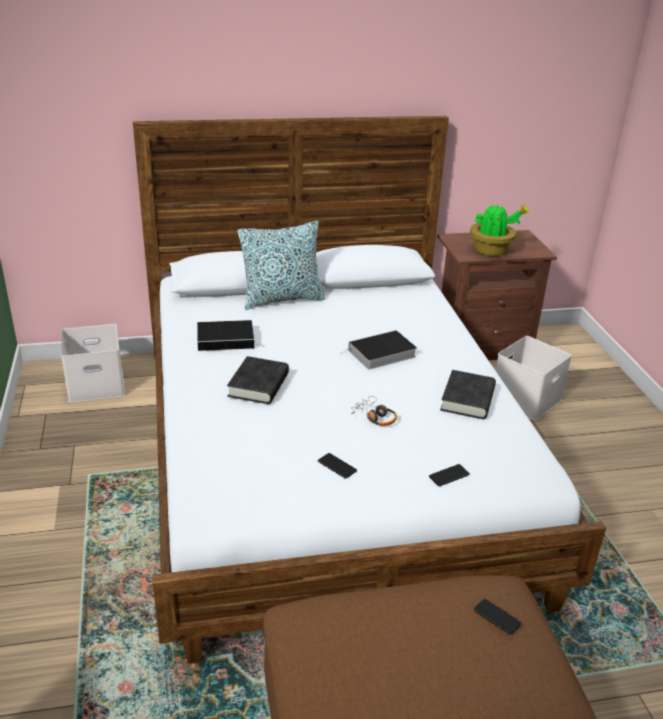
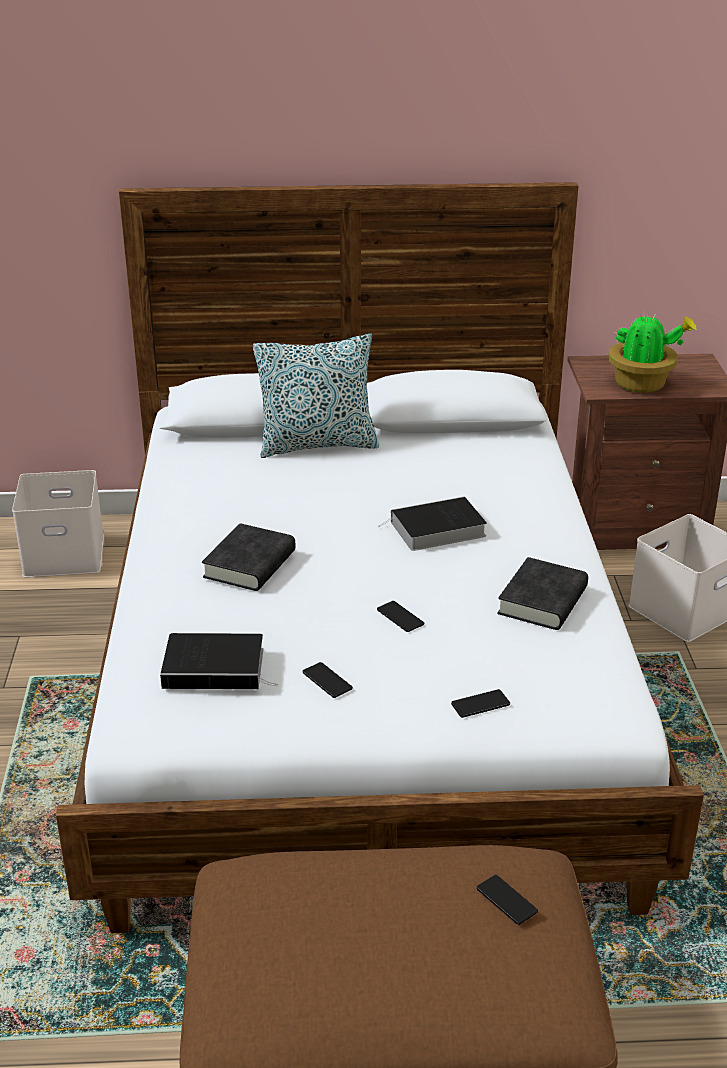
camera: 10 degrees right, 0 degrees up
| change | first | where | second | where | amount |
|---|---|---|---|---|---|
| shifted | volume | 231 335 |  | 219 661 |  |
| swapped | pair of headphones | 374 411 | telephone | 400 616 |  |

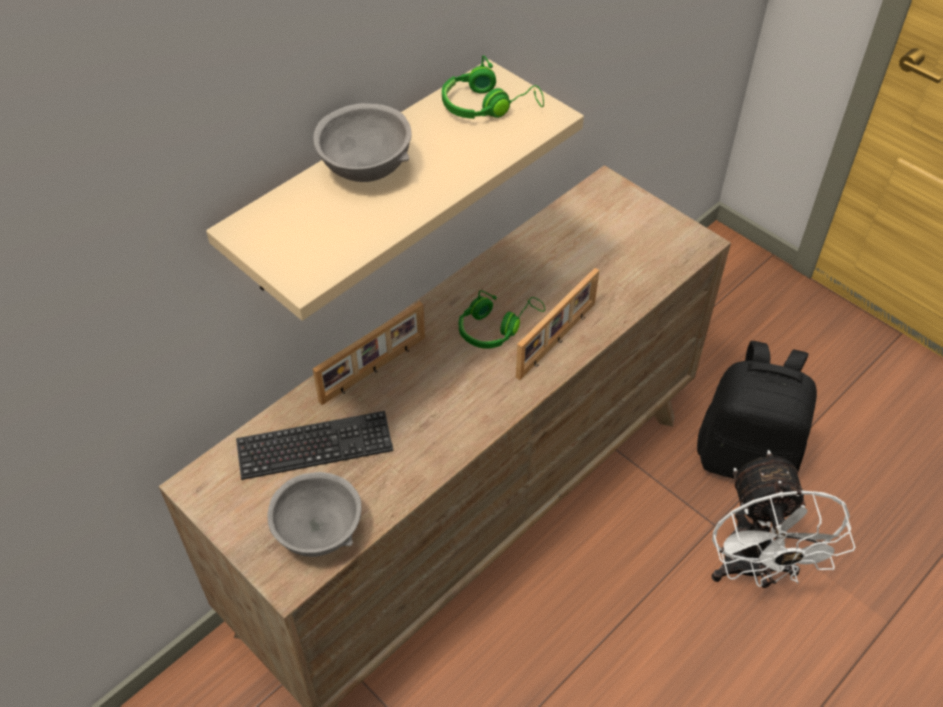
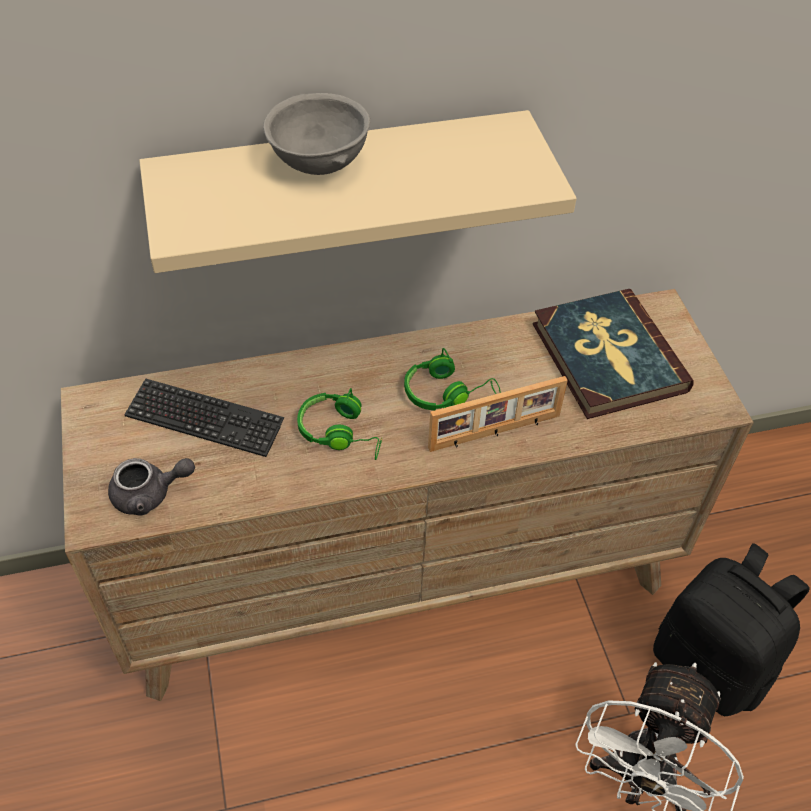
camera: 30 degrees right, 0 degrees up
| change | first | where | second | where | amount |
|---|---|---|---|---|---|
| swapped | greyish bowl | 314 514 | greyish tea pot | 151 487 |  |
| shifted | greenish pair of headphones | 493 87 |  | 339 424 |  |
| new |  |  | volume | 613 354 |  |
| gone | photo frame | 369 353 |  |  |  |

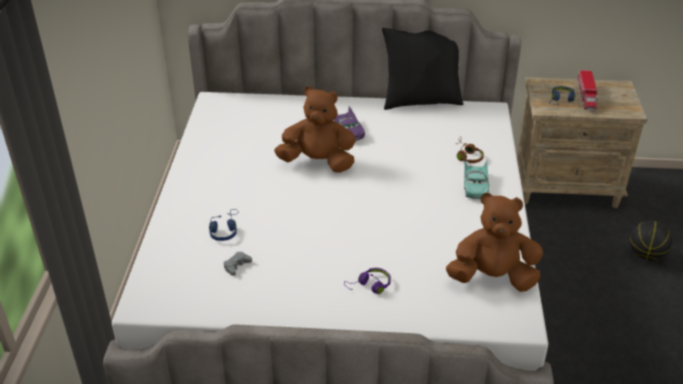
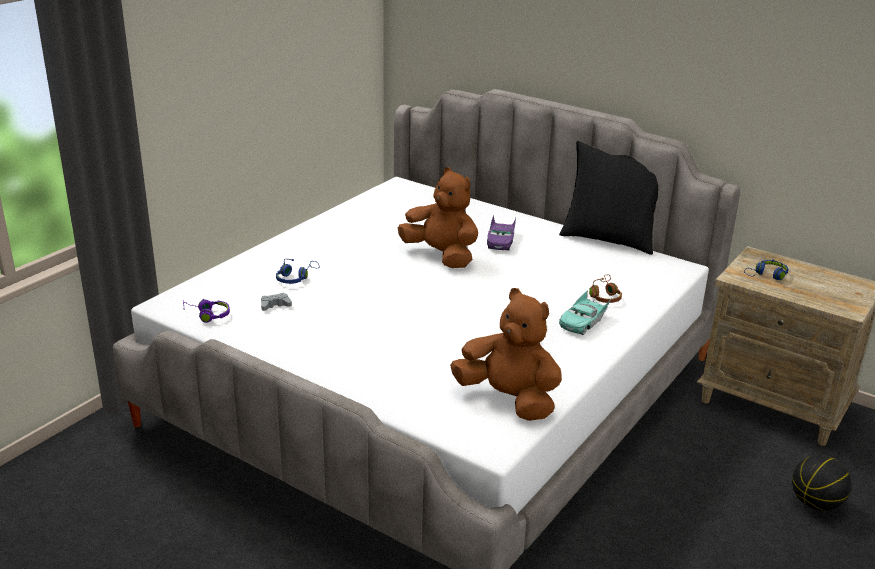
camera: 30 degrees right, 10 degrees down
| change | first | where | second | where | amount |
|---|---|---|---|---|---|
| shifted | purplish pair of headphones | 367 281 |  | 206 311 |  |
| gone | model truck | 587 90 |  |  |  |

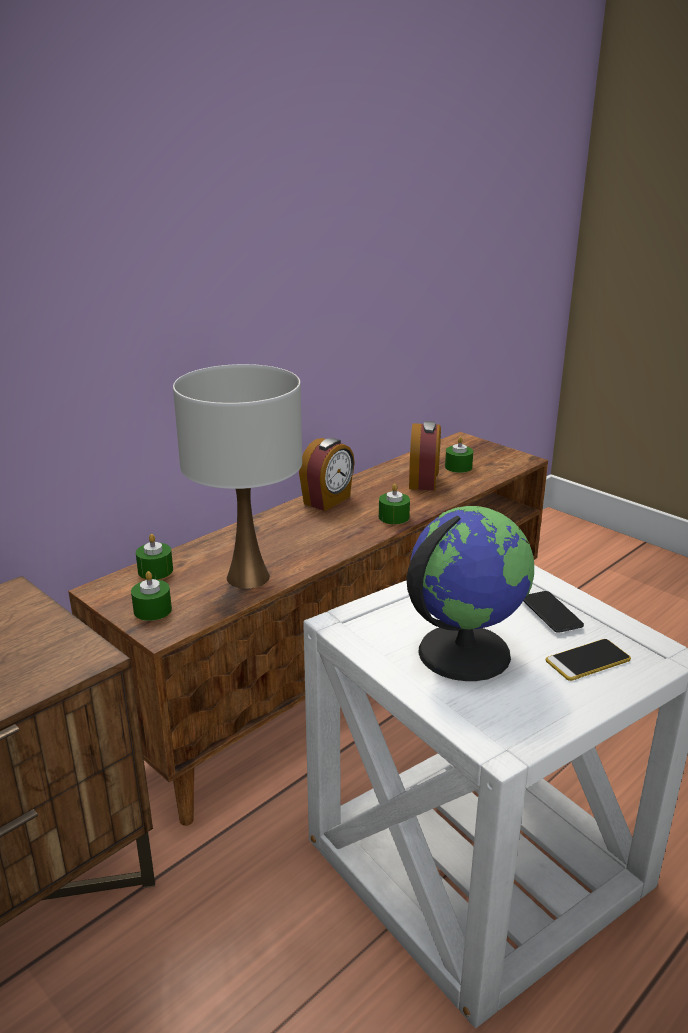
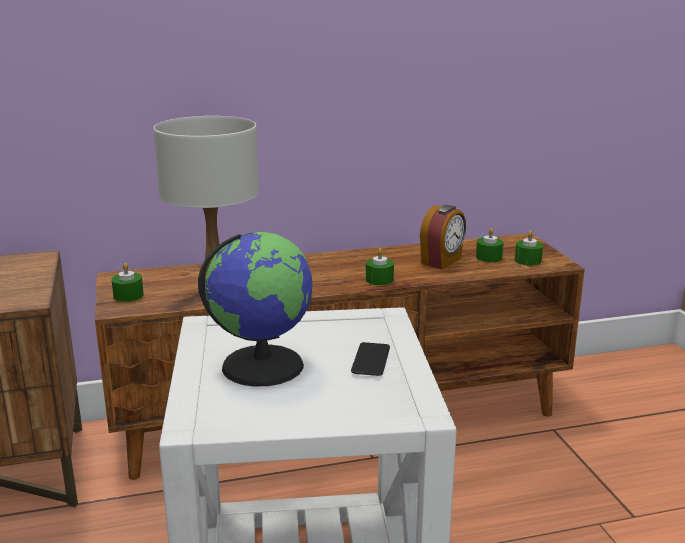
camera: 30 degrees right, 5 degrees down
| change | first | where | second | where | amount |
|---|---|---|---|---|---|
| shifted | greenish wax light | 154 557 |  | 529 248 |  |
| gone | bedside clock | 327 474 |  |  |  |
| gone | telephone | 588 660 |  |  |  |

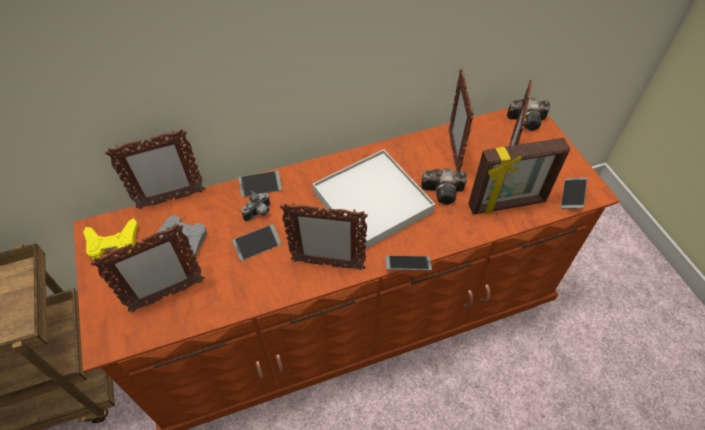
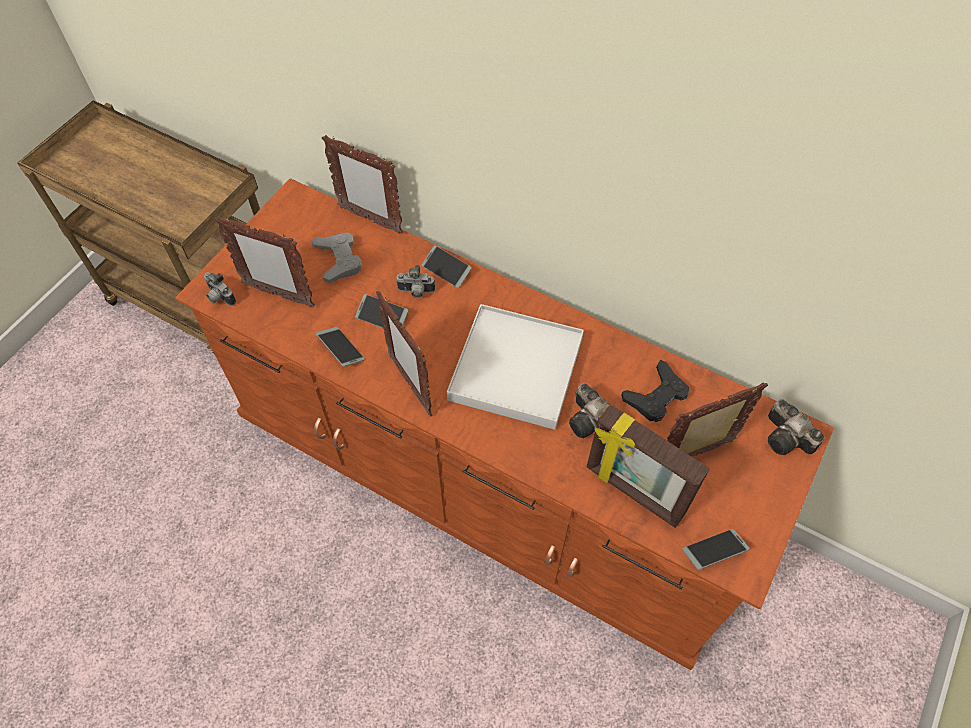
camera: 50 degrees right, 5 degrees up
| change | first | where | second | where | amount |
|---|---|---|---|---|---|
| new |  |  | still camera | 220 289 |  |
| shifted | telephone | 408 263 |  | 340 347 |  |
| swapped | photo frame | 461 120 | blackish game controller | 655 391 |  |
| gone | yellow game controller | 110 239 |  |  |  |

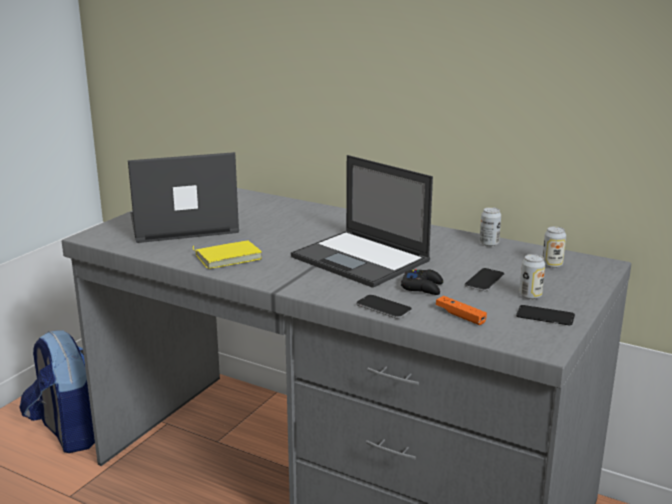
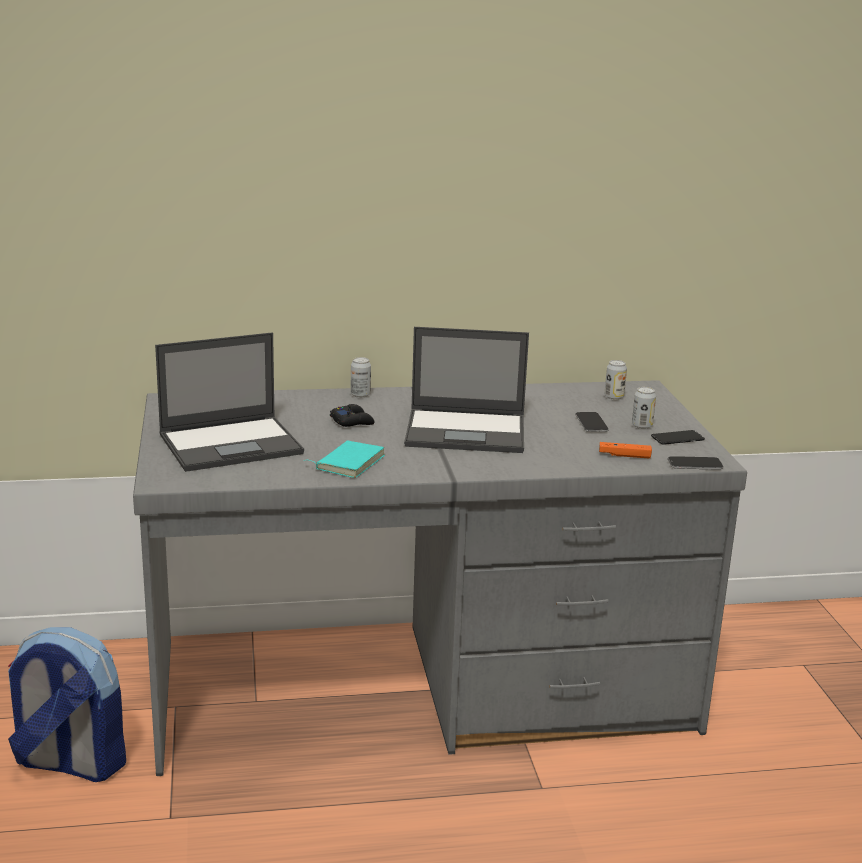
camera: 40 degrees left, 0 degrees up
| change | first | where | second | where | amount |
|---|---|---|---|---|---|
| rotated | portable computer | 183 197 |  | 229 402 | 150 degrees counterclockwise |
| repainted | yellow volume | 227 255 | turquoise volume | 347 459 |  |
| shifted | blackish game controller | 422 282 |  | 352 415 |  |
| shifted | sealed can | 490 227 |  | 361 377 |  |
| shifted | telephone | 384 306 |  | 695 463 |  |

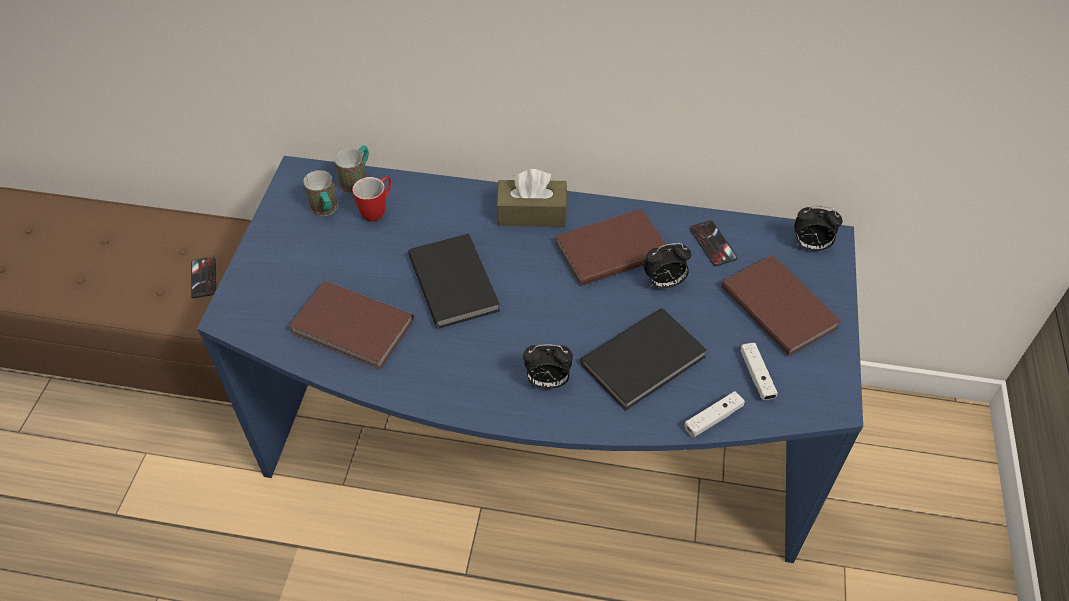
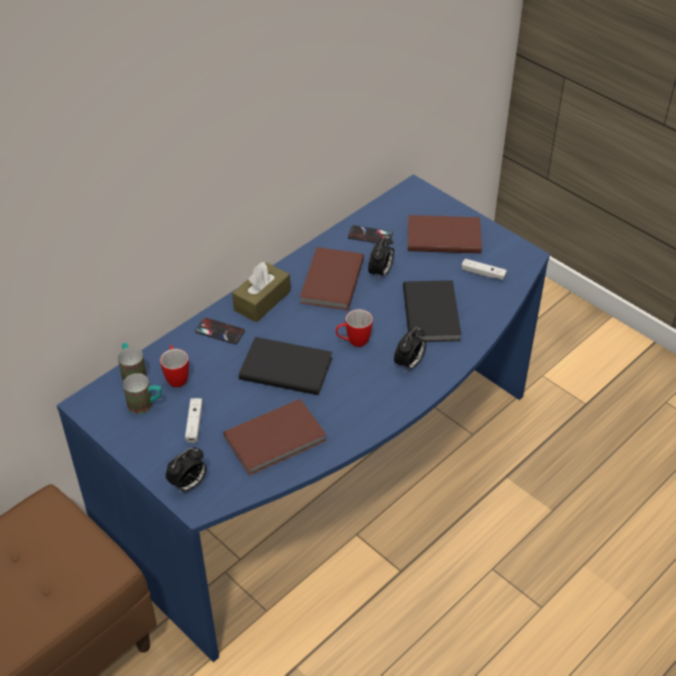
camera: 55 degrees left, 5 degrees down
| change | first | where | second | where | amount |
|---|---|---|---|---|---|
| shifted | bedside clock | 818 228 |  | 186 470 |  |
| shifted | whitish game controller | 714 414 |  | 194 420 |  |
| shifted | telephone | 203 277 |  | 220 331 |  |
| new |  |  | coffee mug | 354 328 |  |

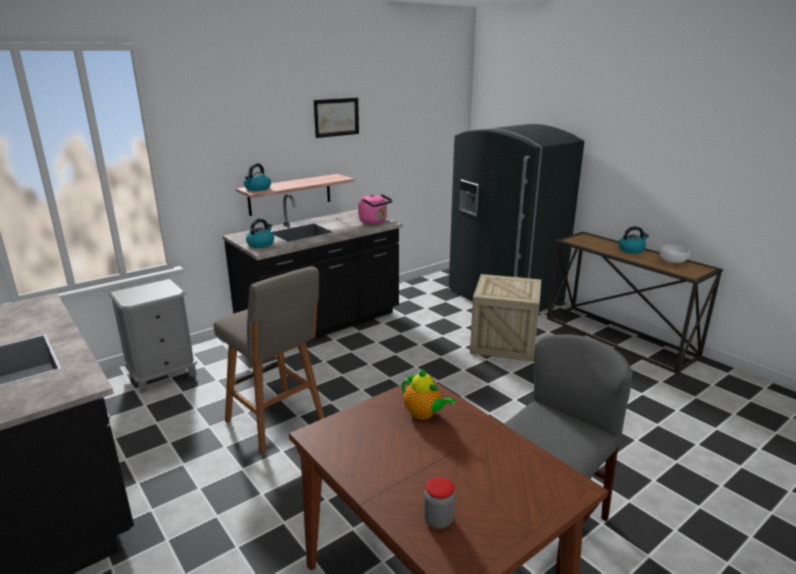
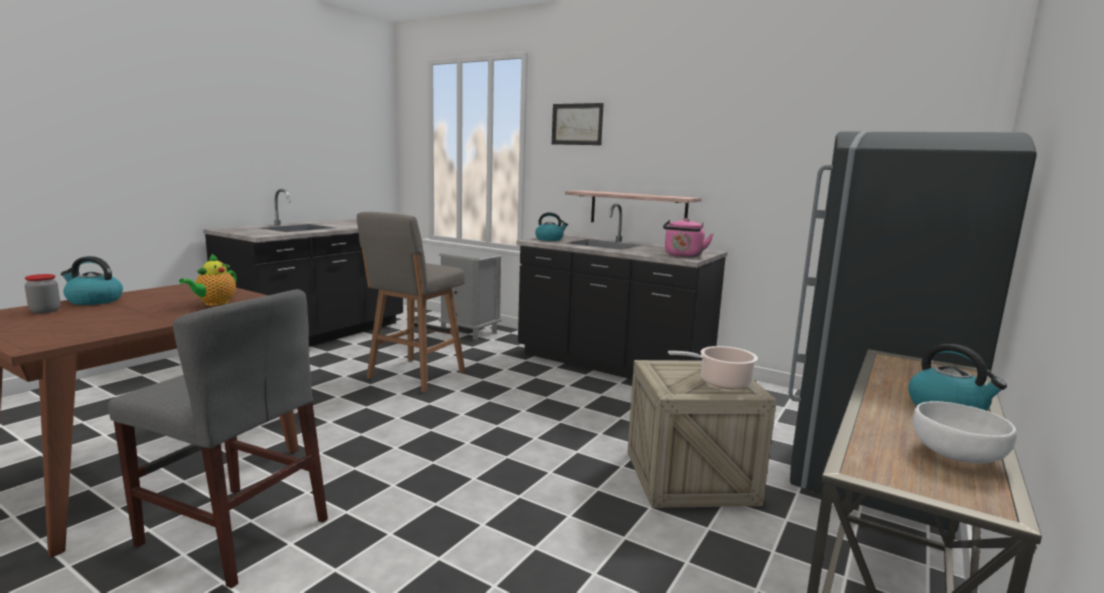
camera: 70 degrees right, 10 degrees down
| change | first | where | second | where | amount |
|---|---|---|---|---|---|
| shifted | water kettle | 257 177 |  | 92 280 |  |
| shifted | wall art | 336 118 |  | 578 124 |  |
| new |  |  | saucepot | 713 367 |  |

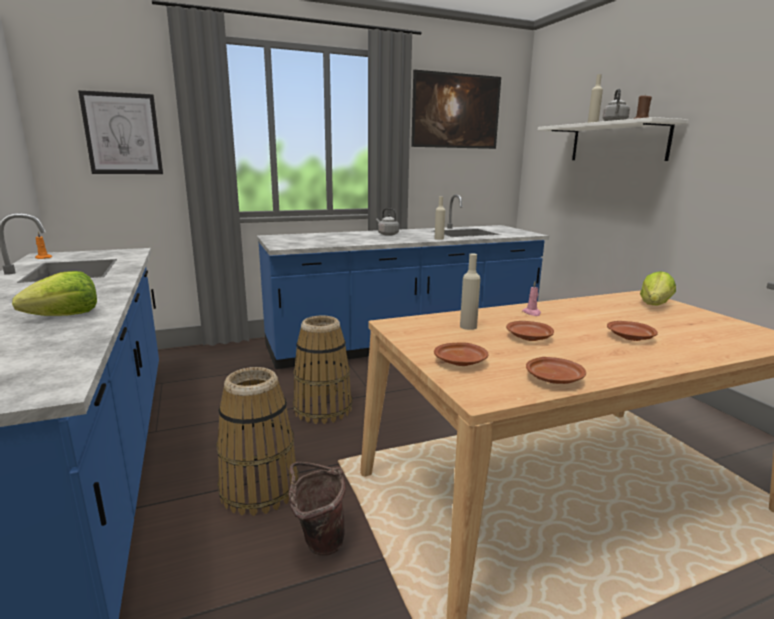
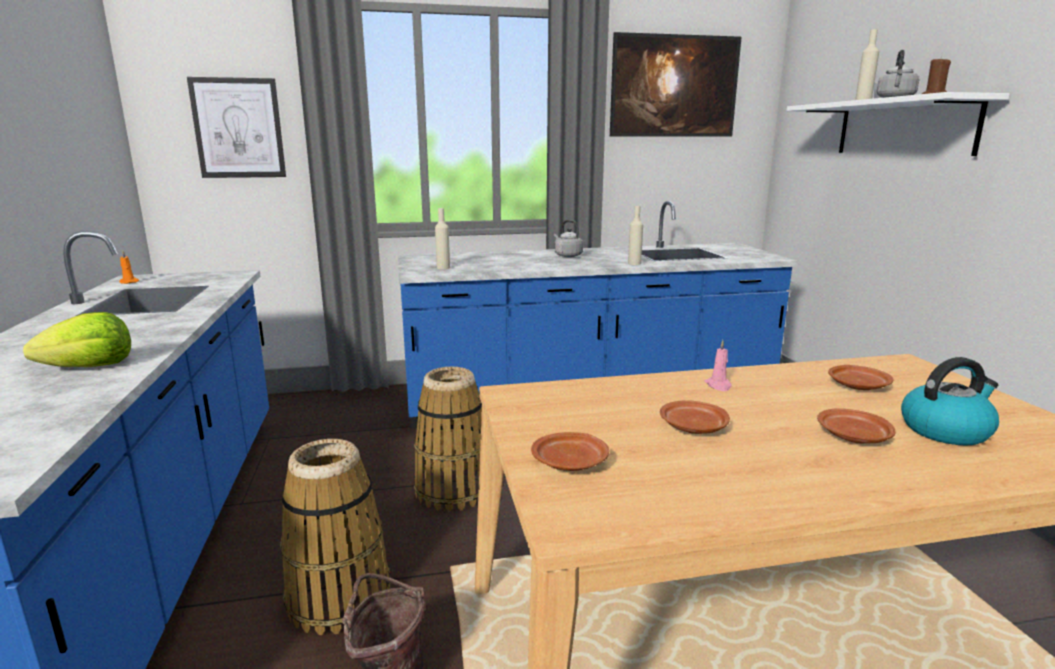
camera: 10 degrees right, 0 degrees up
| change | first | where | second | where | amount |
|---|---|---|---|---|---|
| shifted | beige beverage bottle | 470 292 |  | 442 238 |  |
| shifted | brownish dinner plate | 556 370 |  | 860 377 |  |
| new |  |  | water kettle | 950 401 |  |
| gone | head of lettuce | 658 288 |  |  |  |

